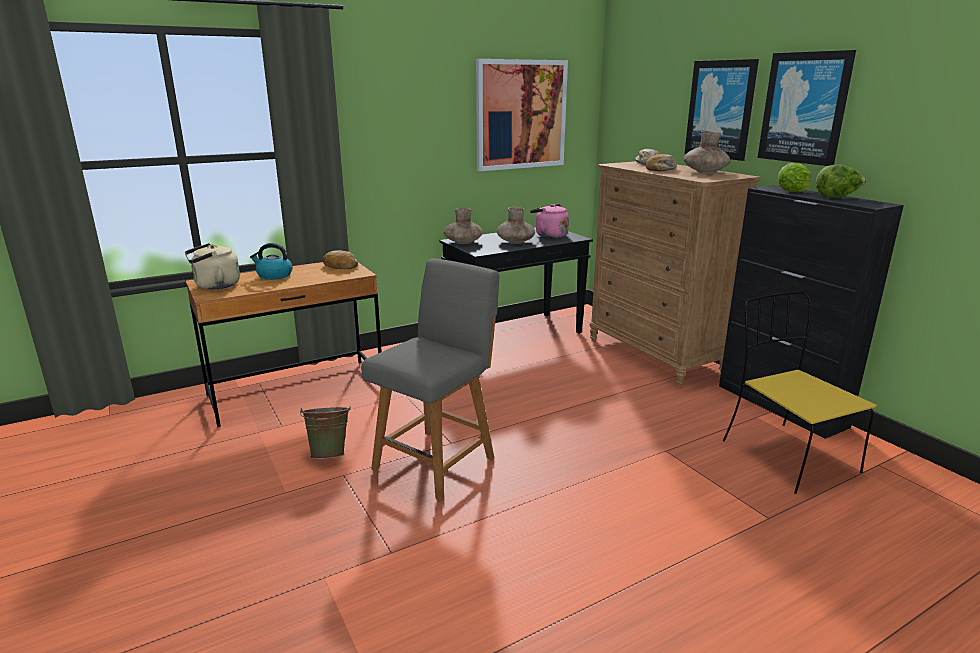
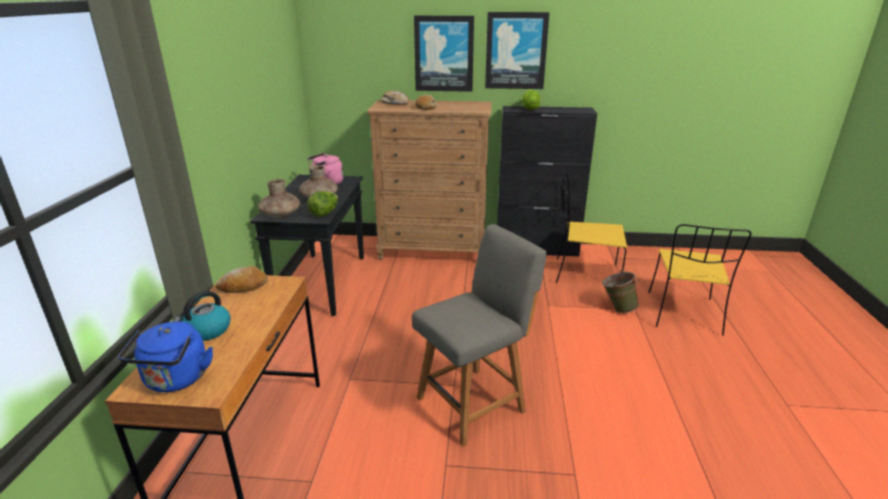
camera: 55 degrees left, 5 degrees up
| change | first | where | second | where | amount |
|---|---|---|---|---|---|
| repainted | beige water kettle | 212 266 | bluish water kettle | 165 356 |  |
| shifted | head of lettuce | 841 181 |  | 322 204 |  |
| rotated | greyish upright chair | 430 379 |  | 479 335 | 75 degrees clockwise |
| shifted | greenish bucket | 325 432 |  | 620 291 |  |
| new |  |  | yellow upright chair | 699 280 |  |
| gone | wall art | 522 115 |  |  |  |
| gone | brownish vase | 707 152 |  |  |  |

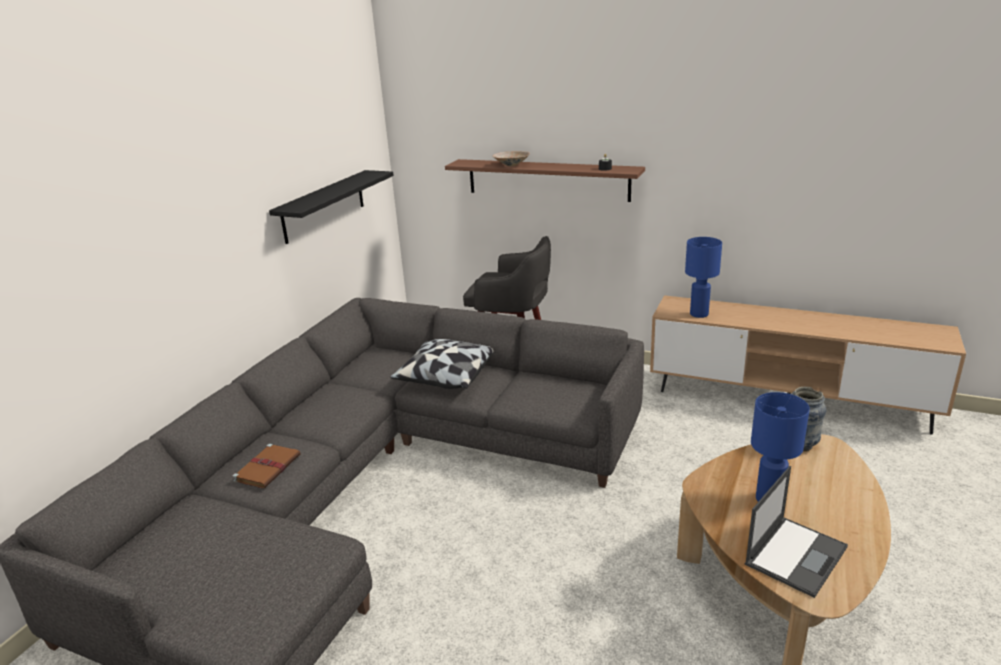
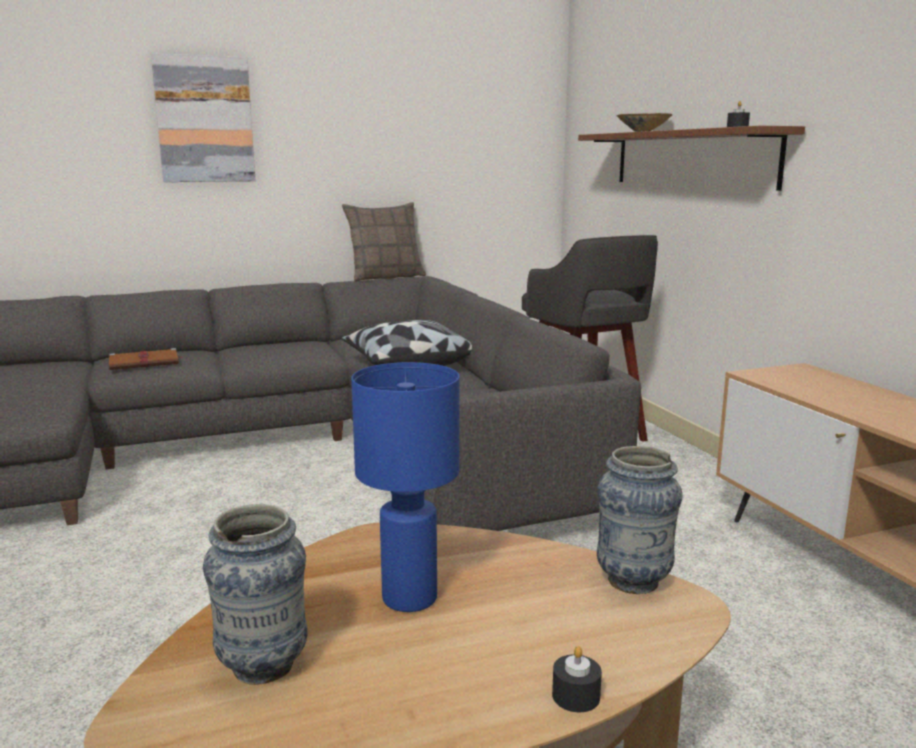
camera: 45 degrees right, 10 degrees down
| change | first | where | second | where | amount |
|---|---|---|---|---|---|
| new |  |  | wall art | 203 117 |  |
| swapped | portable computer | 796 532 | vase | 255 594 |  |
| new |  |  | pillow | 384 242 |  |
| new |  |  | blackish wax light | 577 679 |  |
| gone | blackish bracket shelf | 331 207 |  |  |  |
| gone | bluish table lamp | 703 277 |  |  |  |

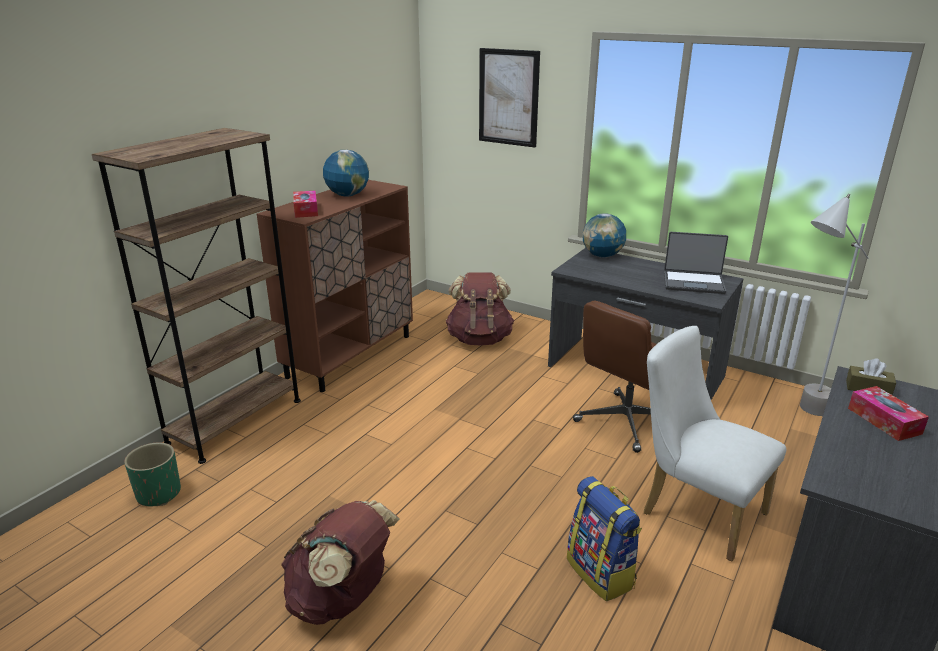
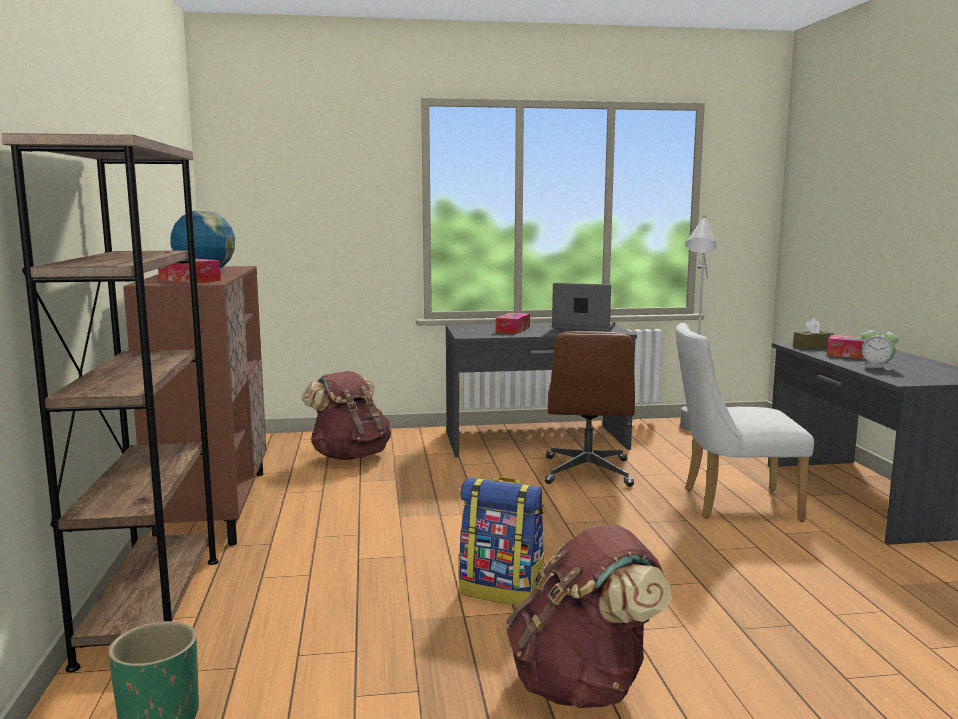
camera: 40 degrees left, 15 degrees down
| change | first | where | second | where | amount |
|---|---|---|---|---|---|
| shifted | backpack | 604 538 |  | 501 541 |  |
| new |  |  | tissue holder | 513 323 |  |
| rotated | portable computer | 696 263 |  | 583 307 | 135 degrees counterclockwise |
| new |  |  | bedside clock | 879 348 |  |
| gone | wall art | 509 97 |  |  |  |
| gone | desk globe | 604 235 |  |  |  |

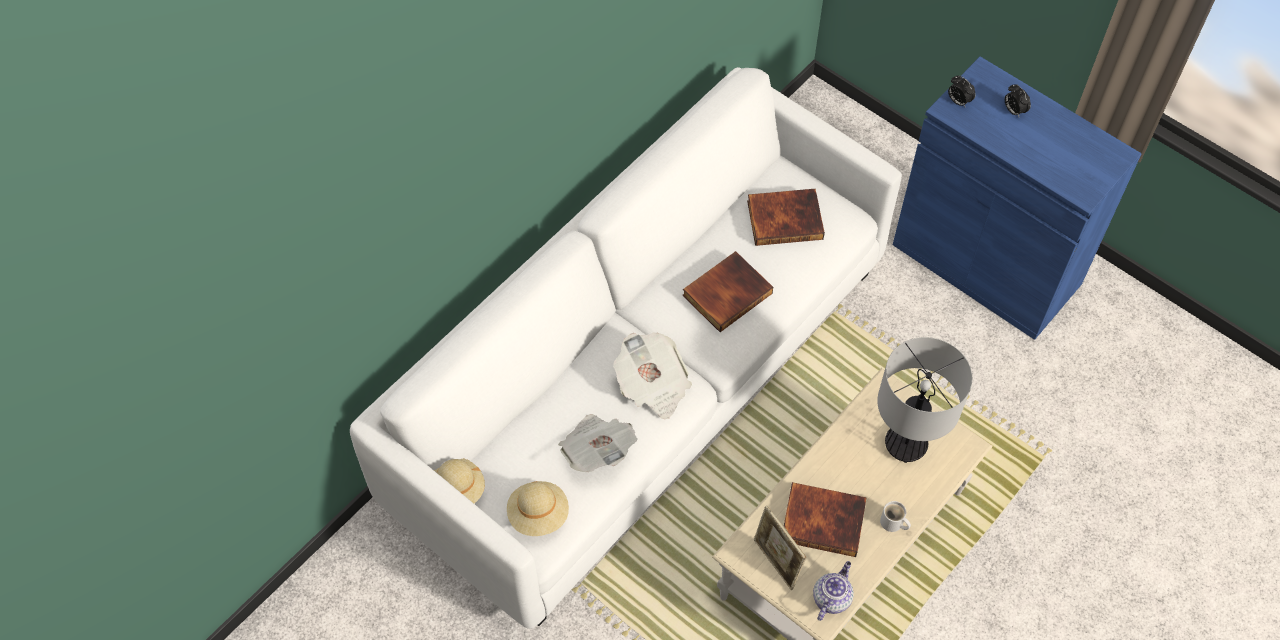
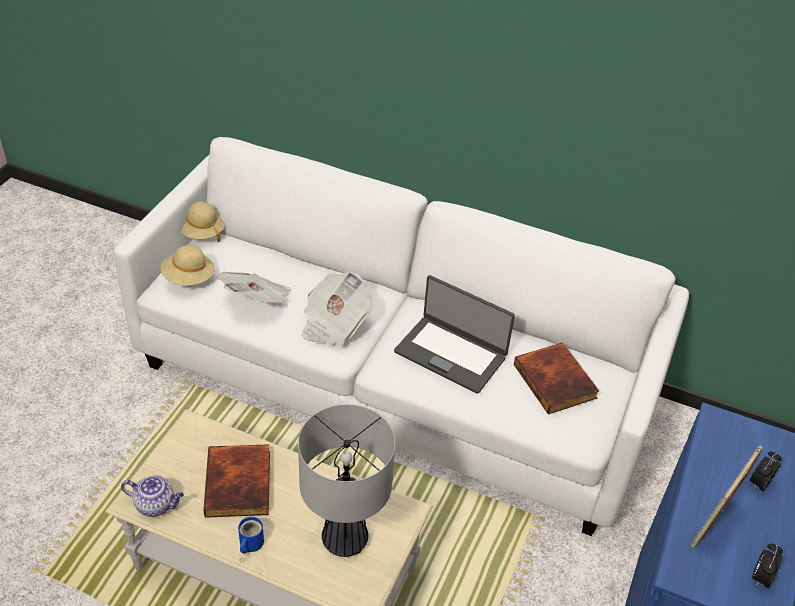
camera: 70 degrees right, 15 degrees down
| change | first | where | second | where | amount |
|---|---|---|---|---|---|
| repainted | whitish coffee mug | 895 516 | bluish coffee mug | 251 535 |  |
| swapped | volume | 727 291 | portable computer | 454 334 |  |
| shifted | photo frame | 780 547 |  | 727 497 |  |
| shifted | bedside clock | 962 91 |  | 767 566 |  |

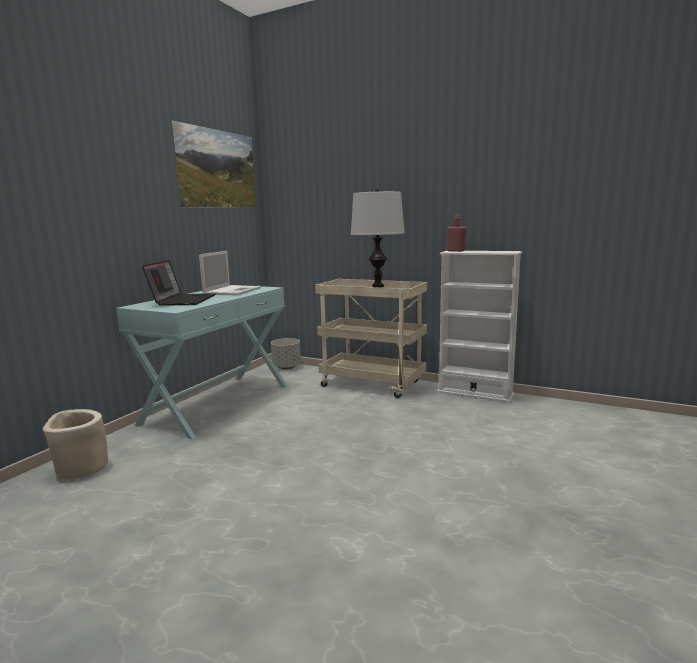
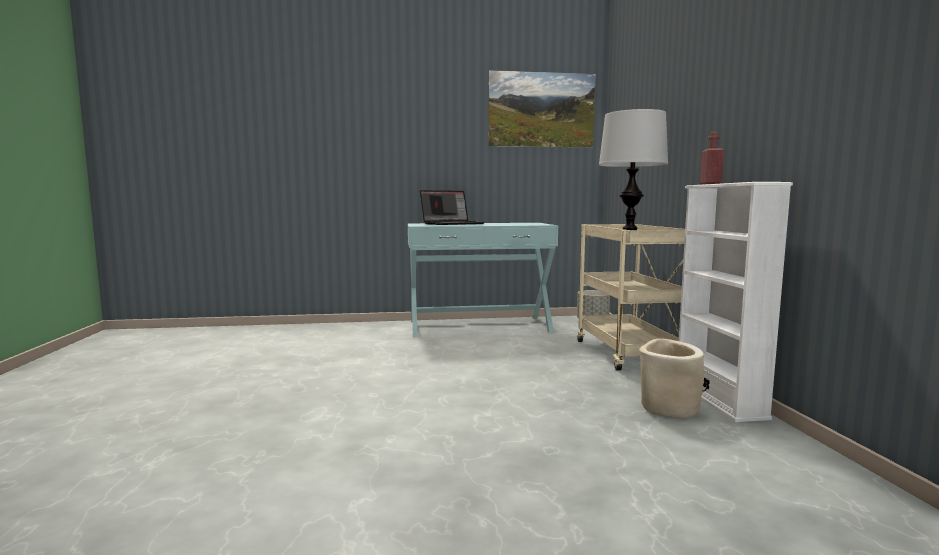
camera: 55 degrees right, 5 degrees down
| change | first | where | second | where | amount |
|---|---|---|---|---|---|
| shifted | beige planter | 75 444 |  | 671 378 |  |
| gone | portable computer | 230 273 |  |  |  |

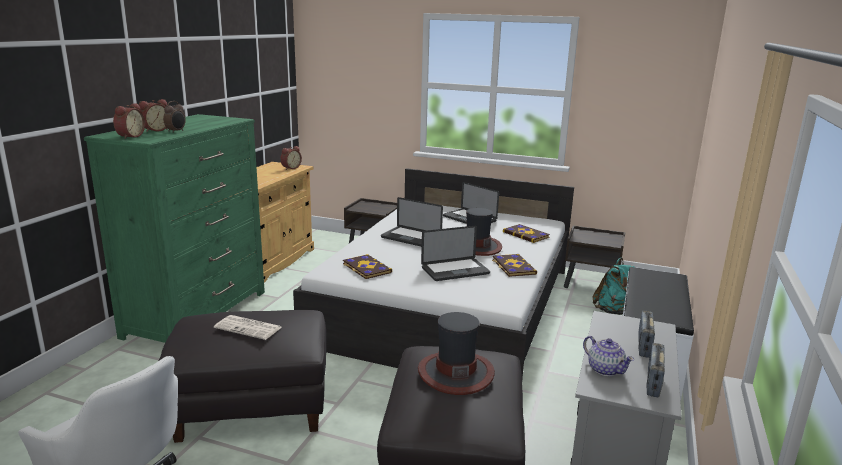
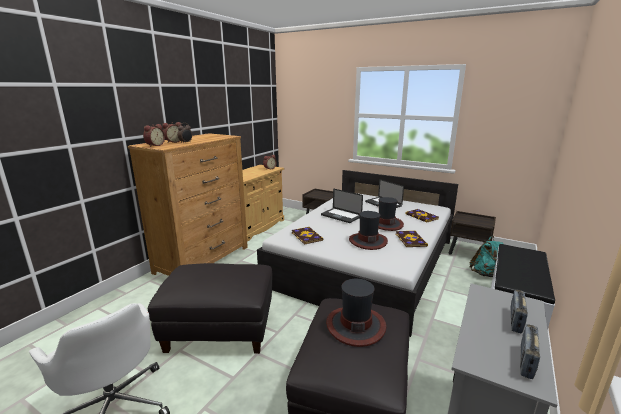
camera: 10 degrees right, 0 degrees up
| change | first | where | second | where | amount |
|---|---|---|---|---|---|
| repainted | greenish chest of drawers | 174 228 | brownish chest of drawers | 188 204 |  |
| swapped | portable computer | 455 253 | clothing hat | 368 230 |  |
| gone | daily paper | 248 327 |  |  |  |
| gone | tea pot | 608 356 |  |  |  |

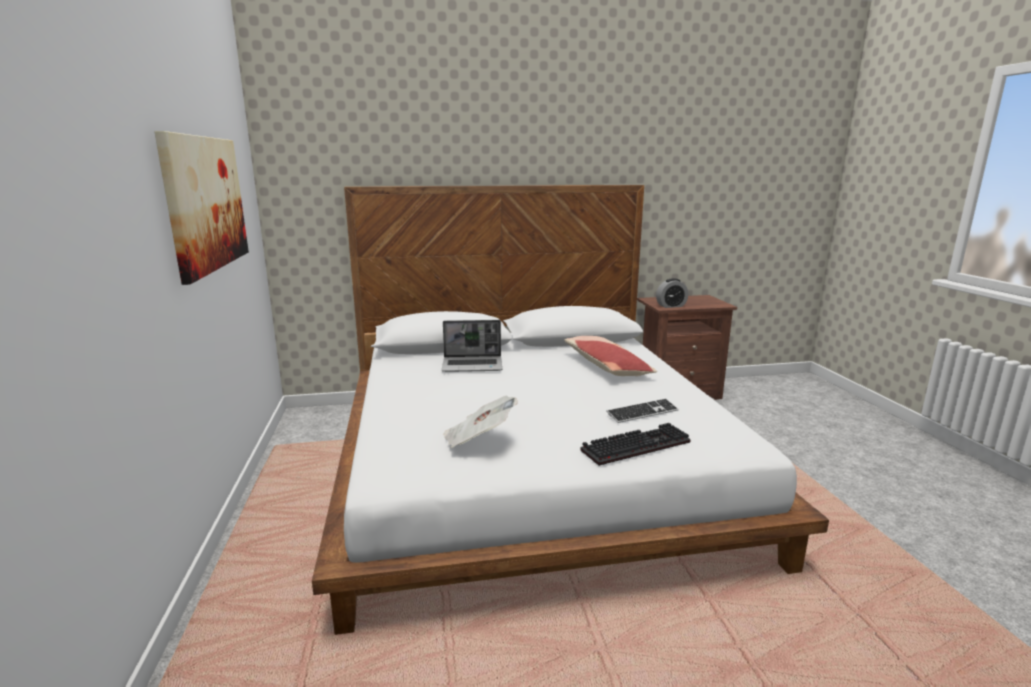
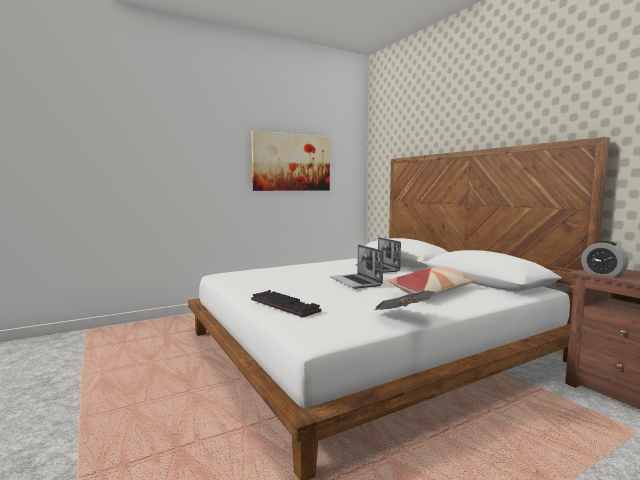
camera: 70 degrees right, 10 degrees down
| change | first | where | second | where | amount |
|---|---|---|---|---|---|
| new |  |  | portable computer | 356 267 |  |
| shifted | daily paper | 480 421 |  | 404 300 |  |
| gone | keyboard | 642 410 |  |  |  |

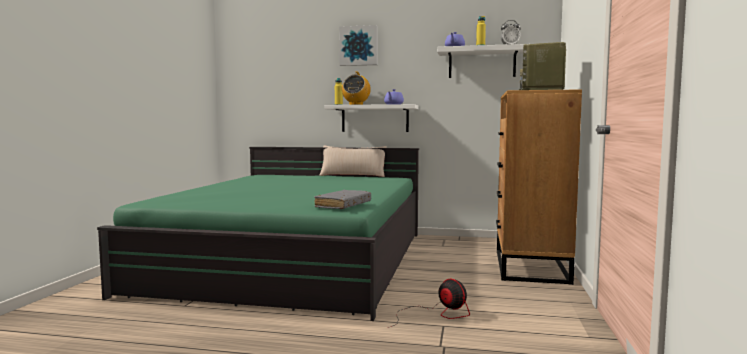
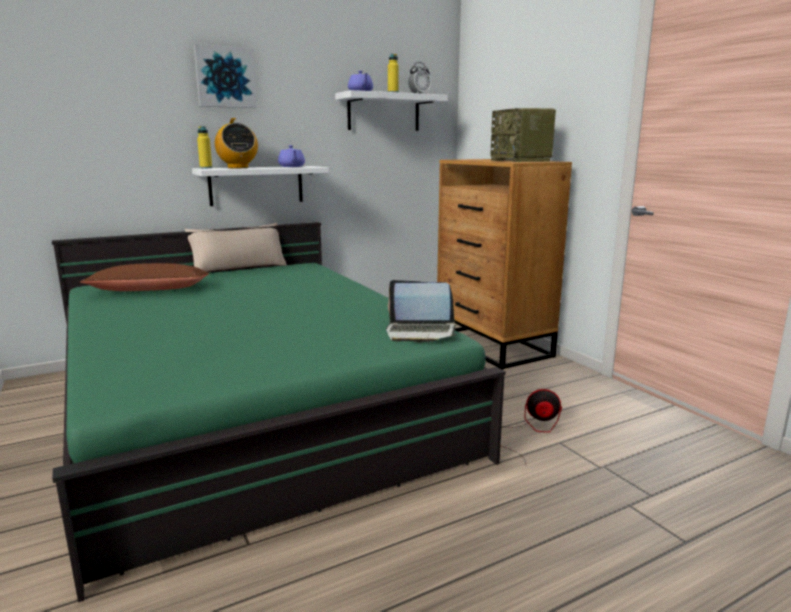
camera: 40 degrees left, 10 degrees up
| change | first | where | second | where | amount |
|---|---|---|---|---|---|
| new |  |  | brownish pillow | 144 277 |  |
| swapped | greyish volume | 342 199 | portable computer | 421 311 |  |

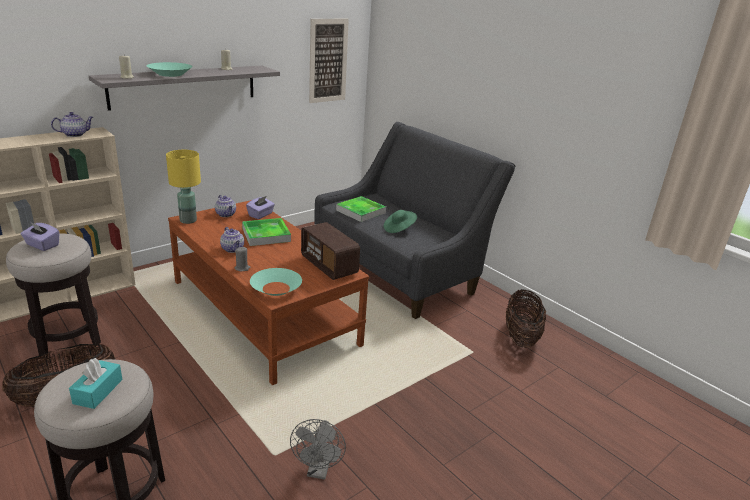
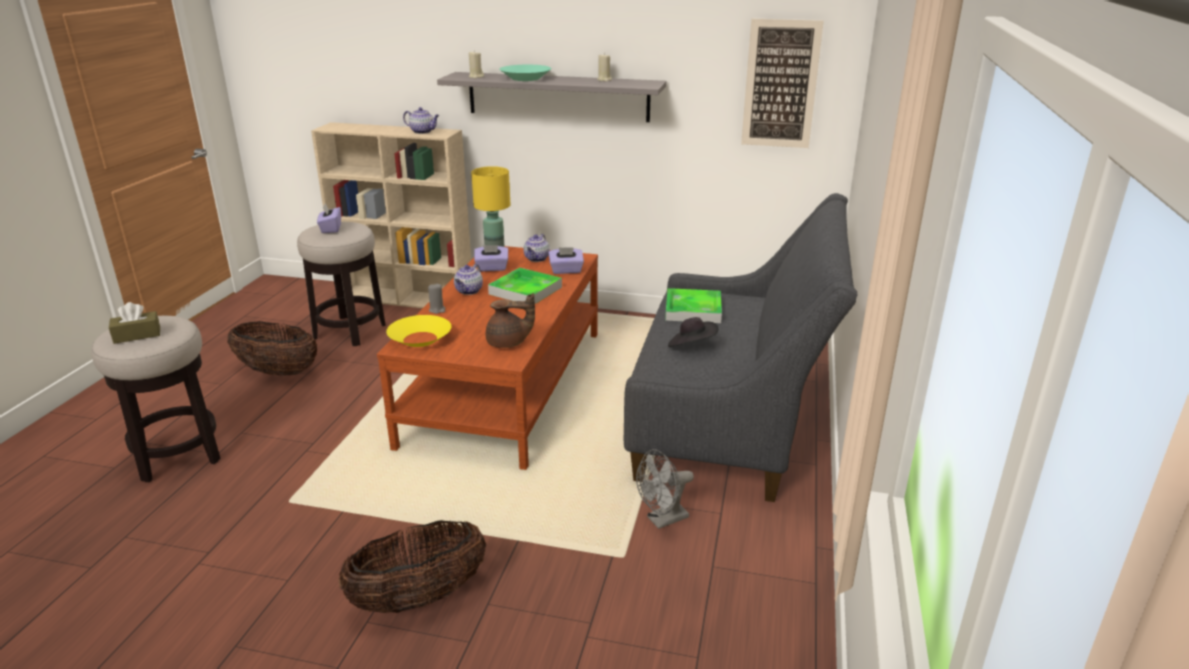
camera: 55 degrees right, 0 degrees up
| change | first | where | second | where | amount |
|---|---|---|---|---|---|
| repainted | turquoise tissue holder | 96 383 | brownish tissue holder | 134 323 |  |
| shifted | storage basket | 526 318 |  | 412 566 |  |
| repainted | turquoise bowl | 276 282 | yellow bowl | 418 331 |  |
| new |  |  | purplish tissue holder | 491 258 |  |
| swapped | radio set | 330 251 | brownish tea pot | 510 320 |  |
| shifted | greyish electric fan | 318 449 |  | 665 489 |  |
| repainted | greenish clothing hat | 400 221 | blackish clothing hat | 693 332 |  |

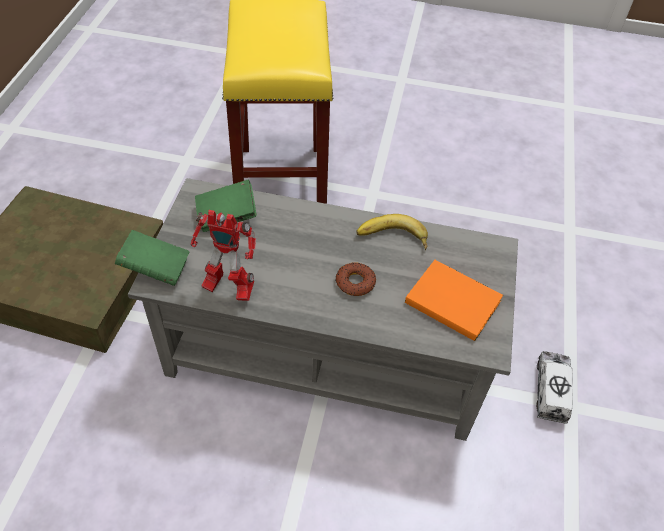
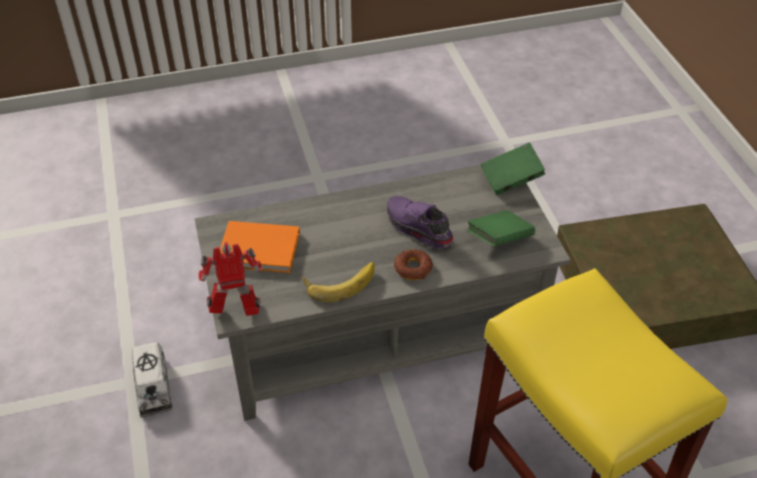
camera: 155 degrees right, 5 degrees down
| change | first | where | second | where | amount |
|---|---|---|---|---|---|
| shifted | model robot | 223 255 |  | 230 279 |  |
| new |  |  | purplish low shoe | 420 222 |  |
| shifted | donut | 356 279 |  | 413 264 |  |

